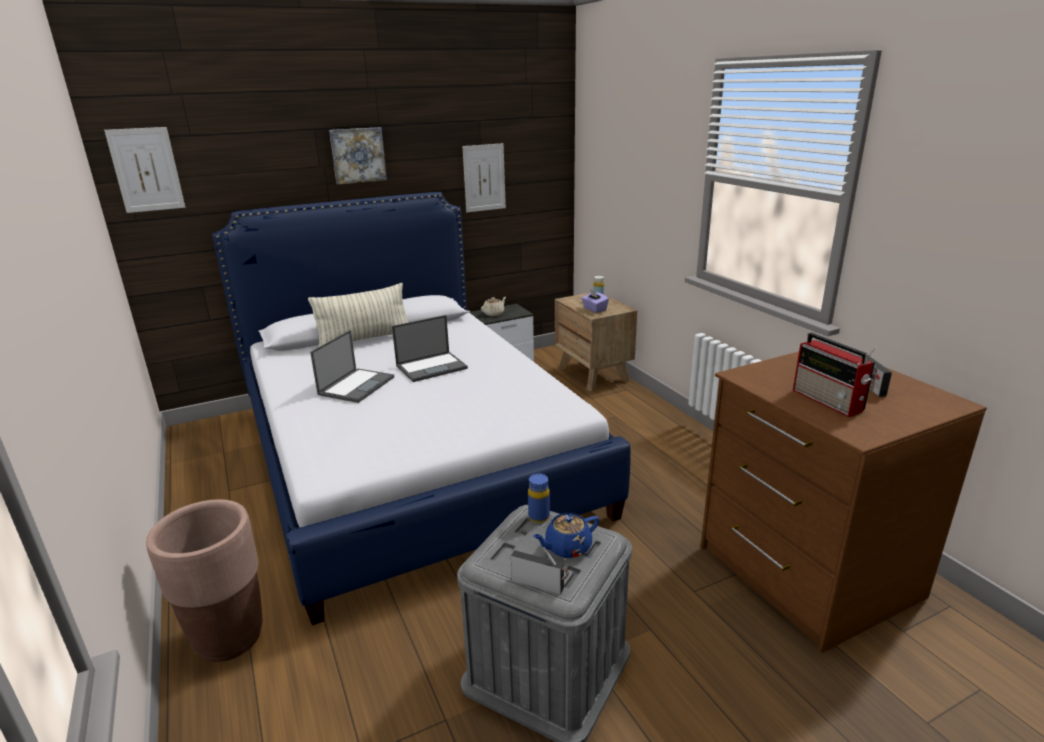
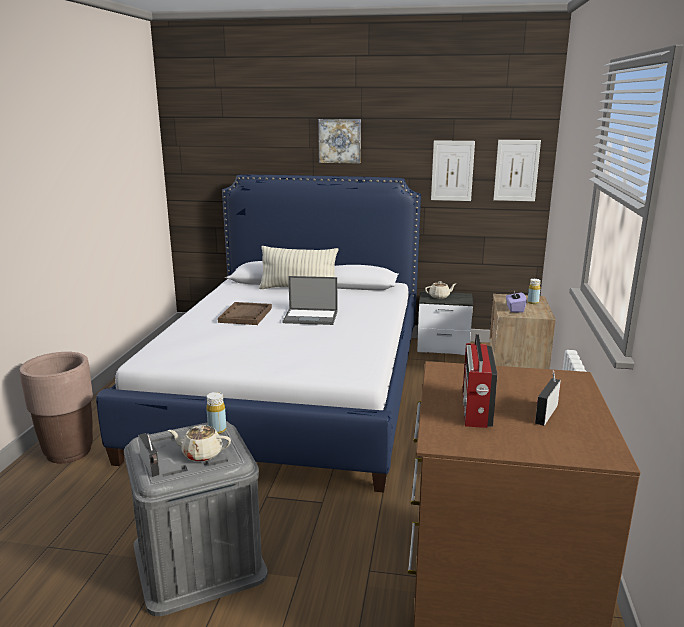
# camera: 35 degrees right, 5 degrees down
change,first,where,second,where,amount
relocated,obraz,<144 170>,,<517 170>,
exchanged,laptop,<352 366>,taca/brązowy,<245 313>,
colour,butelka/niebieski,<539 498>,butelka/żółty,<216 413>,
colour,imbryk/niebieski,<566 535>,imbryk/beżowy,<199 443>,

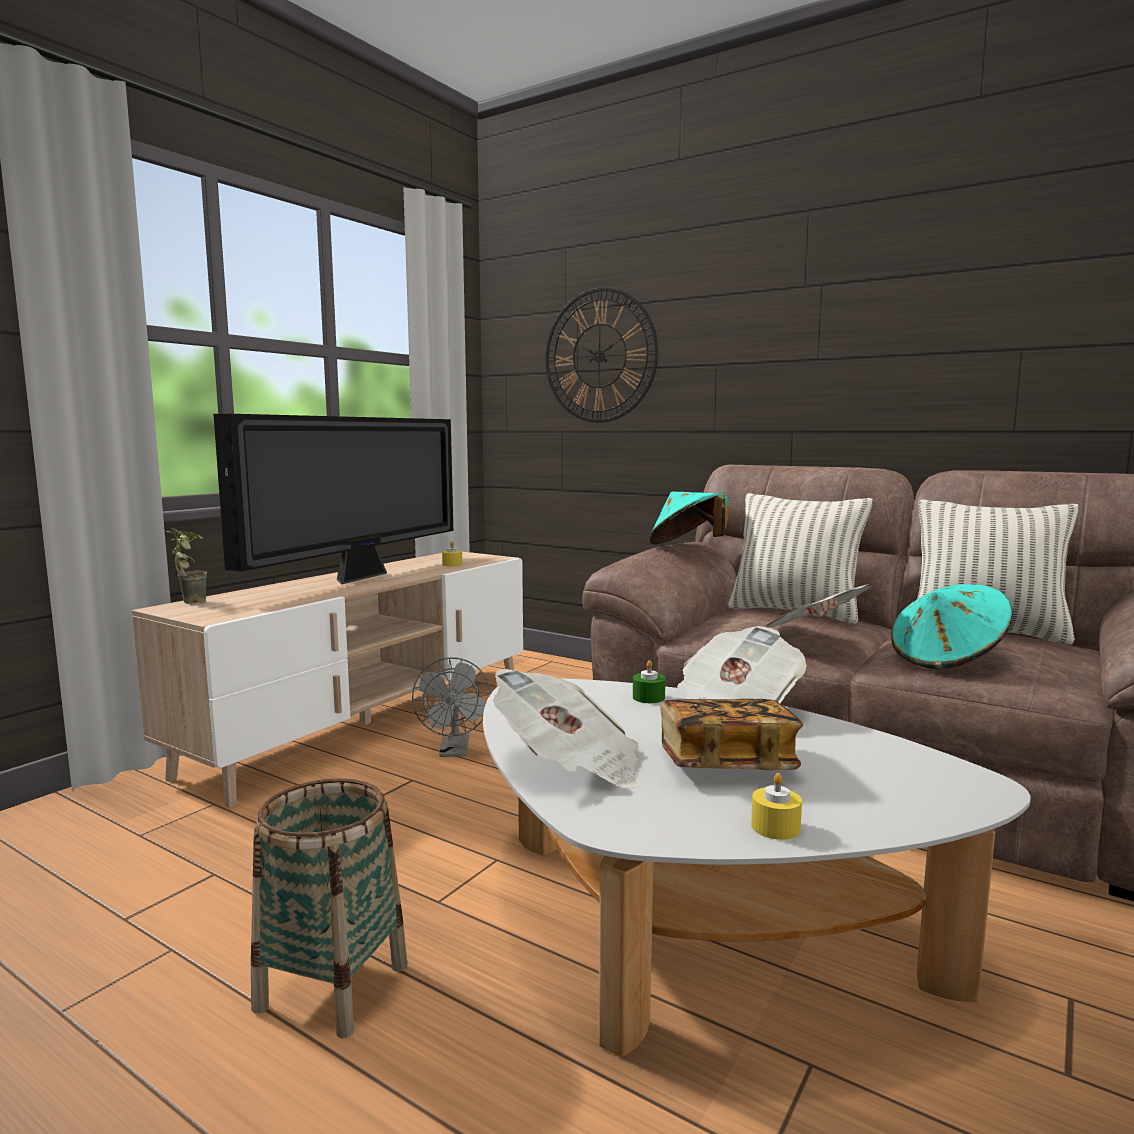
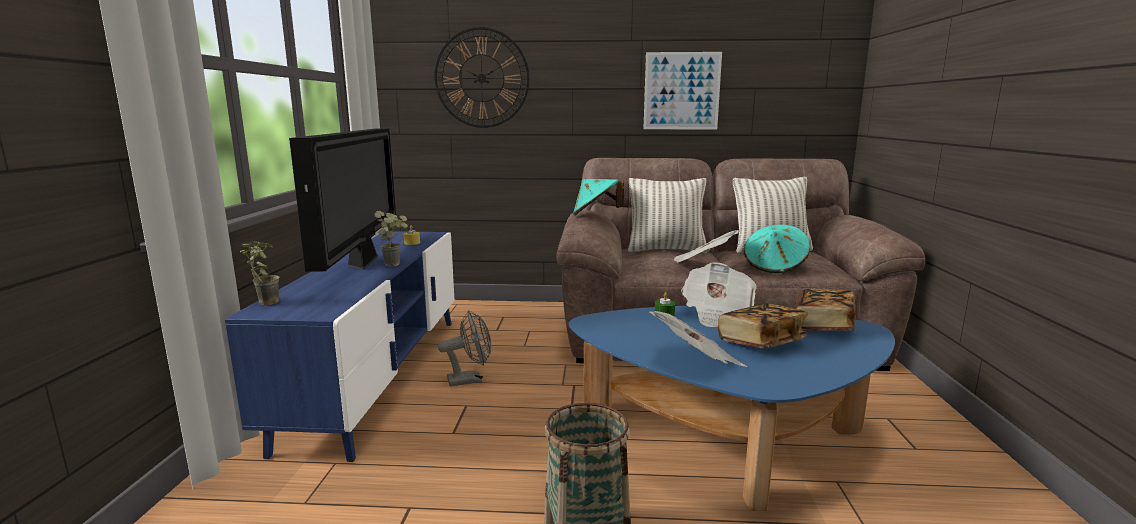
# camera: 30 degrees left, 5 degrees up
change,first,where,second,where,amount
colour,szafka pod telewizor/beżowy,<327 680>,szafka pod telewizor/niebieski,<339 346>,
spun,wentylator/szary,<451 707>,,<464 348>,75 degrees counterclockwise
colour,ława/biały,<757 867>,ława/niebieski,<732 408>,
missing,świeca/żółty,<776 806>,,,
appeared,,,obraz,<682 90>,
appeared,,,roślina doniczkowa,<391 239>,
appeared,,,książka,<825 310>,

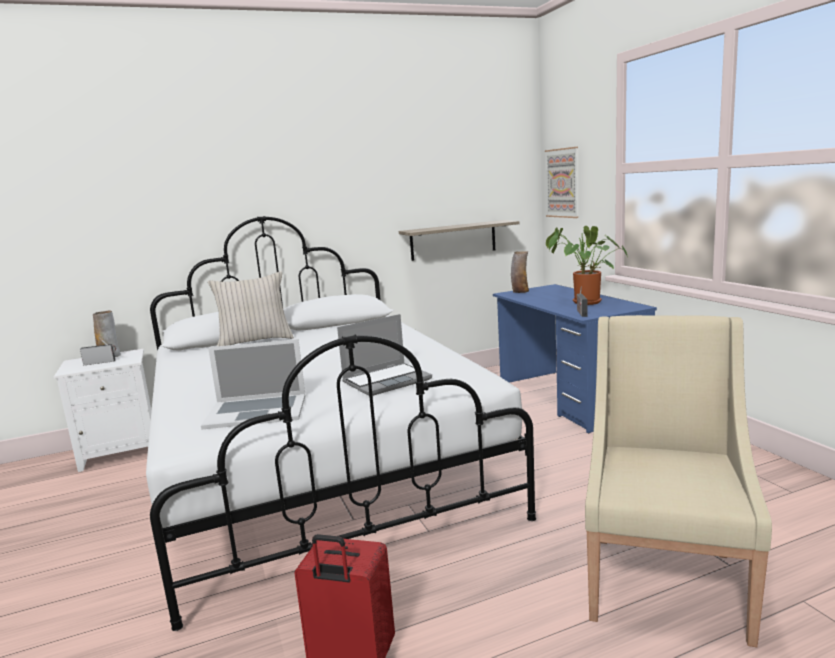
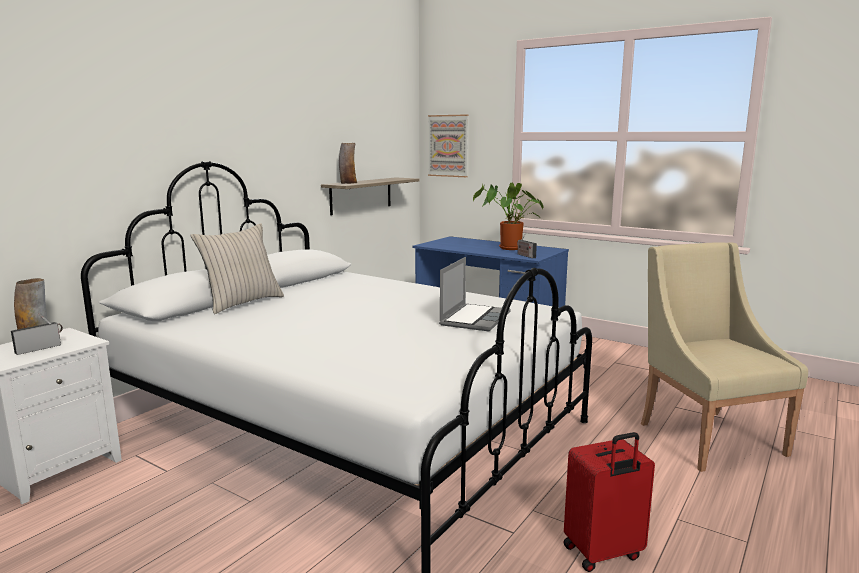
# camera: 35 degrees left, 0 degrees up
change,first,where,second,where,amount
relocated,wazon,<520 272>,,<348 163>,
missing,laptop,<253 384>,,,

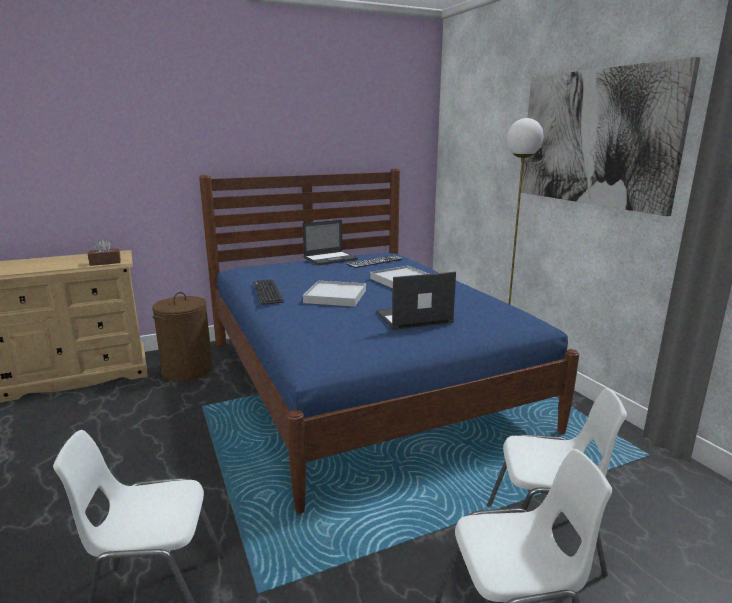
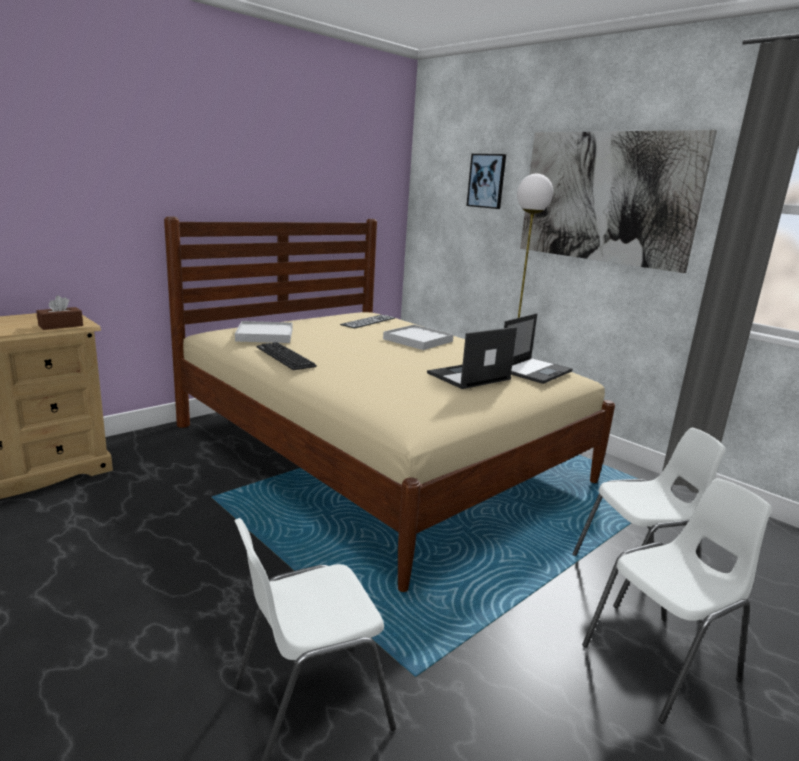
# camera: 20 degrees left, 0 degrees up
change,first,where,second,where,amount
colour,łóżko/niebieski,<389 341>,łóżko/beżowy,<389 404>,
relocated,laptop,<330 242>,,<538 348>,
relocated,taca/biały,<334 294>,,<264 332>,
missing,kosz na pranie/brązowy,<182 336>,,,
appeared,,,obraz,<486 181>,

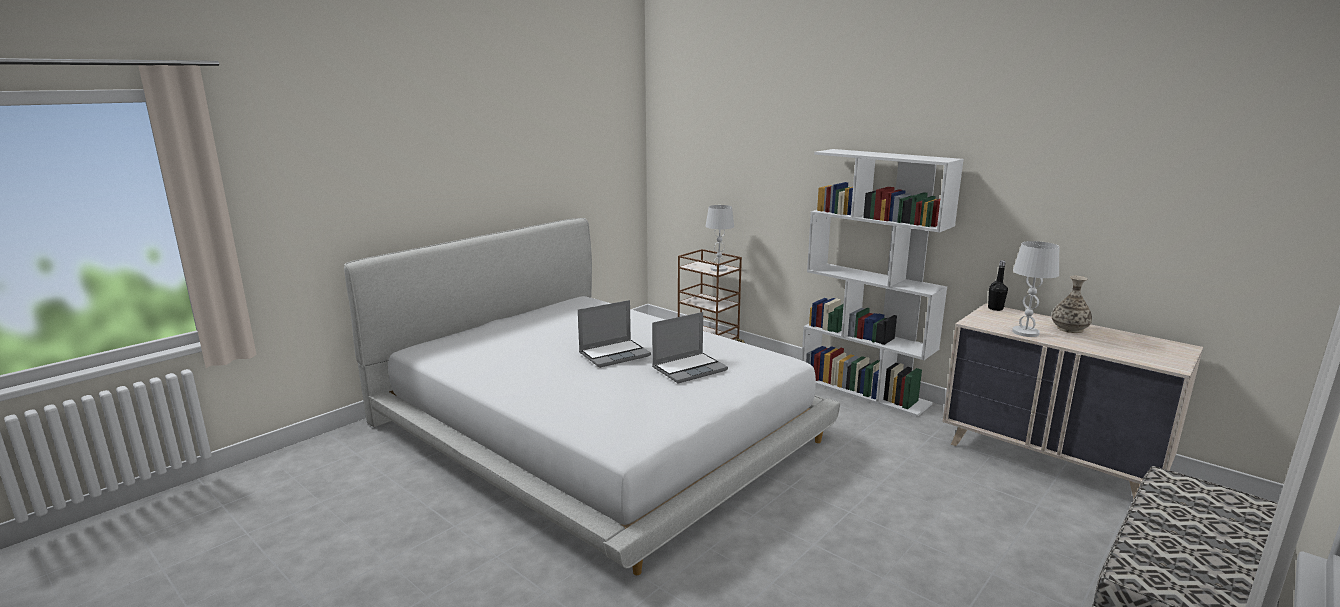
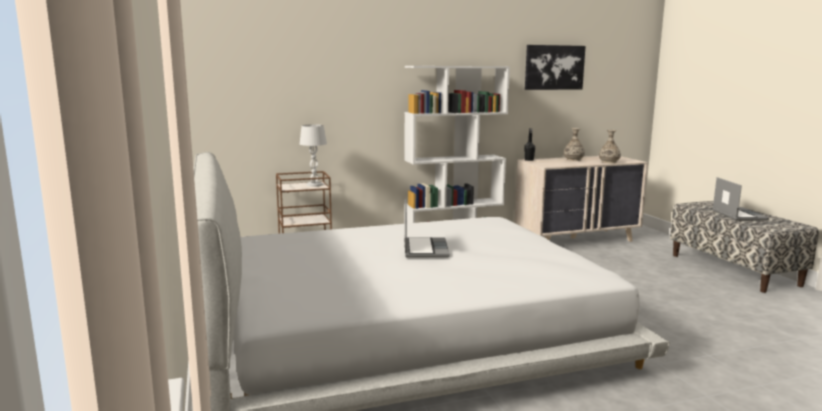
# camera: 60 degrees left, 5 degrees down
change,first,where,second,where,amount
missing,lampa stołowa/biały,<1035 289>,,,
relocated,laptop,<690 347>,,<740 198>,
appeared,,,obraz,<555 67>,
appeared,,,wazon,<610 146>,

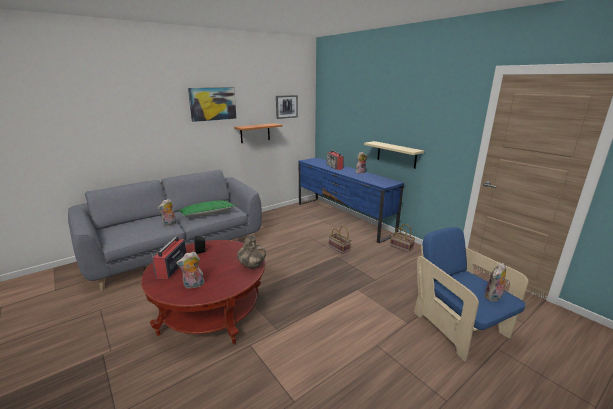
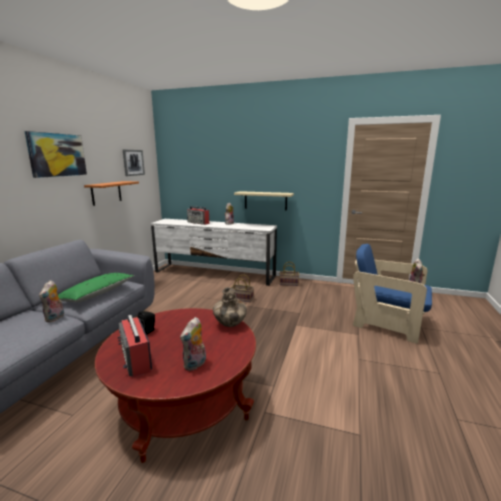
# camera: 35 degrees left, 5 degrees down
change,first,where,second,where,amount
colour,szafka pod telewizor/niebieski,<351 201>,szafka pod telewizor/biały,<214 252>,

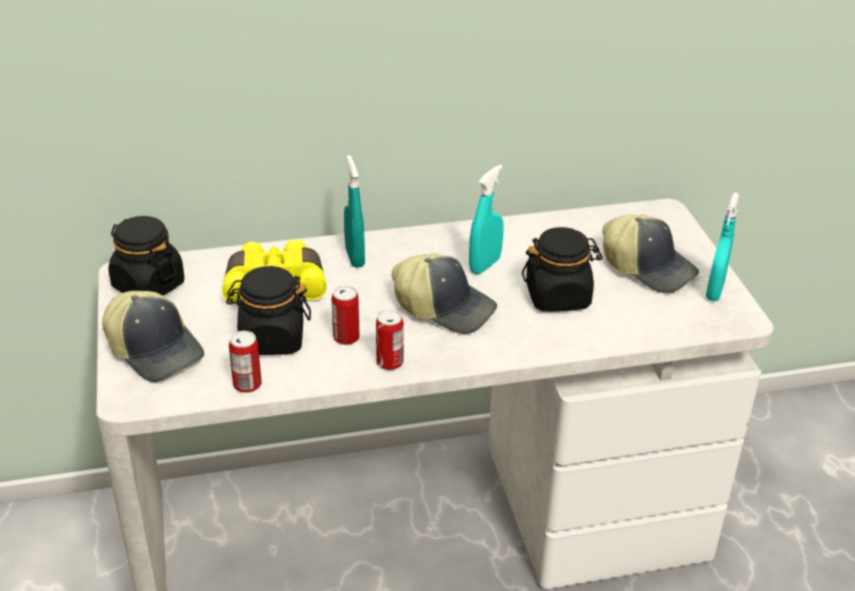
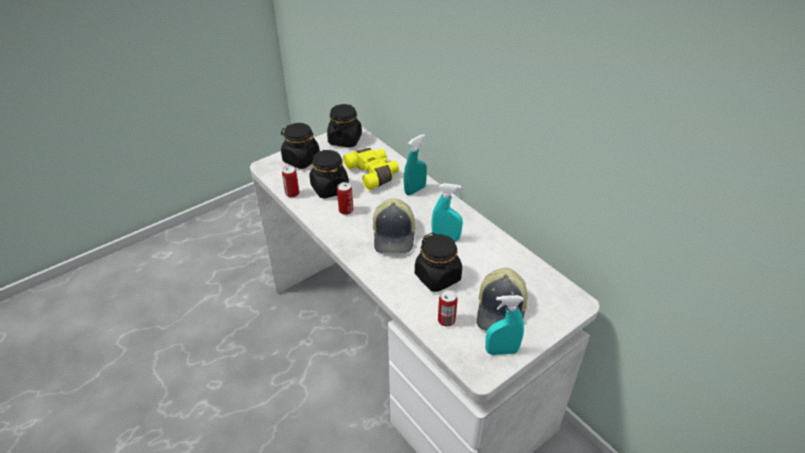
# camera: 65 degrees right, 5 degrees up
change,first,where,second,where,amount
exchanged,czapka z daszkiem,<153 336>,słoik/czarny,<300 146>,
relocated,puszka,<390 339>,,<448 307>,

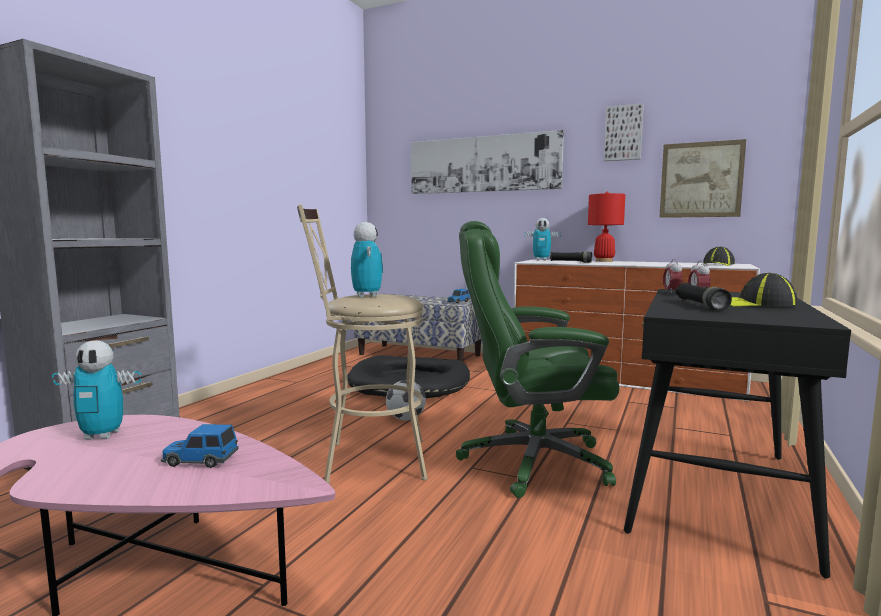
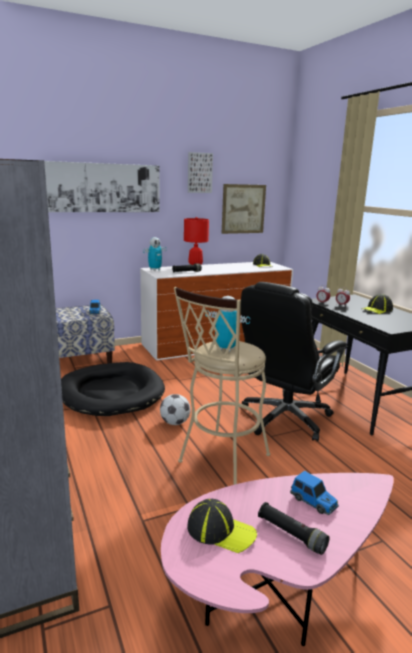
# camera: 50 degrees left, 10 degrees up
change,first,where,second,where,amount
colour,krzesło biurowe/zielony,<537 359>,krzesło biurowe/czarny,<293 362>,
relocated,latarka/czarny,<703 296>,,<294 528>,
exchanged,robot zabawkowy,<96 390>,czapka z daszkiem,<222 526>,
spun,samochodzik,<200 446>,,<314 493>,90 degrees counterclockwise

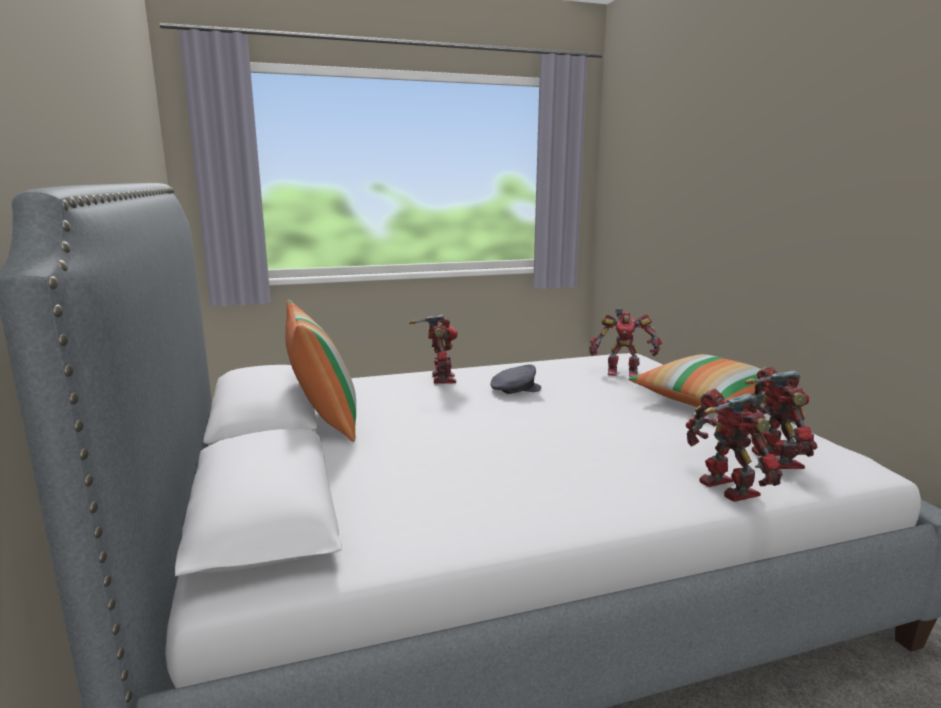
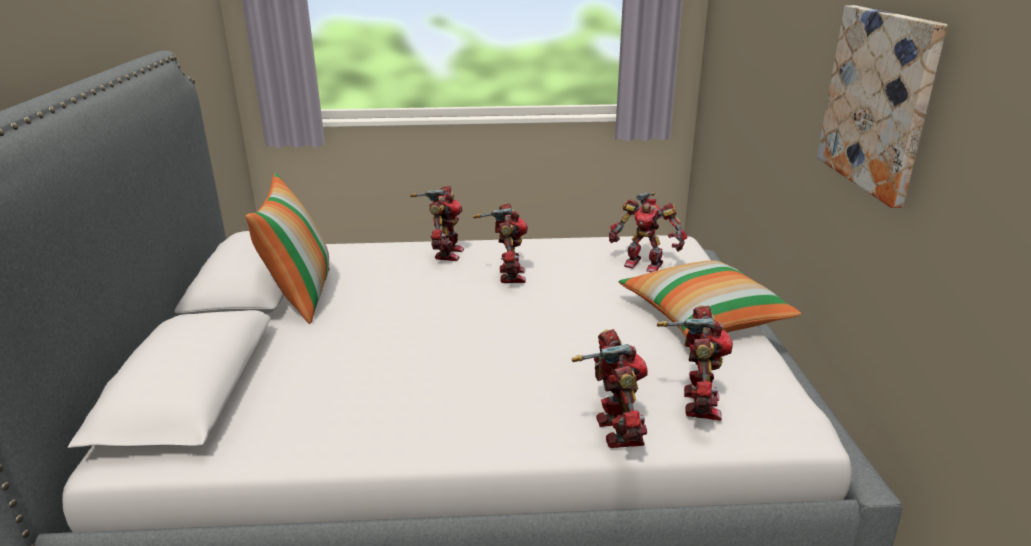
# camera: 15 degrees right, 10 degrees up
change,first,where,second,where,amount
exchanged,czapka z daszkiem/szary,<515 379>,robot zabawkowy,<500 243>,
appeared,,,obraz,<882 106>,

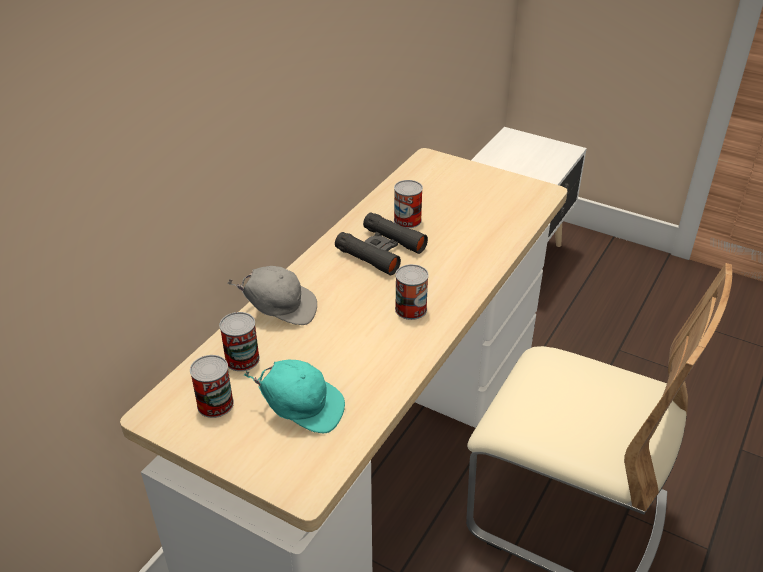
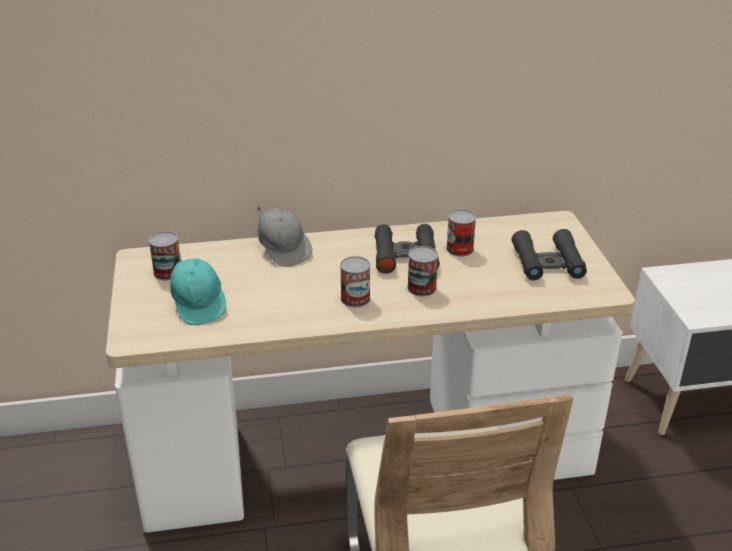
# camera: 50 degrees right, 5 degrees down
change,first,where,second,where,amount
relocated,puszka,<239 341>,,<422 271>,
appeared,,,lornetka/czarny,<549 254>,

